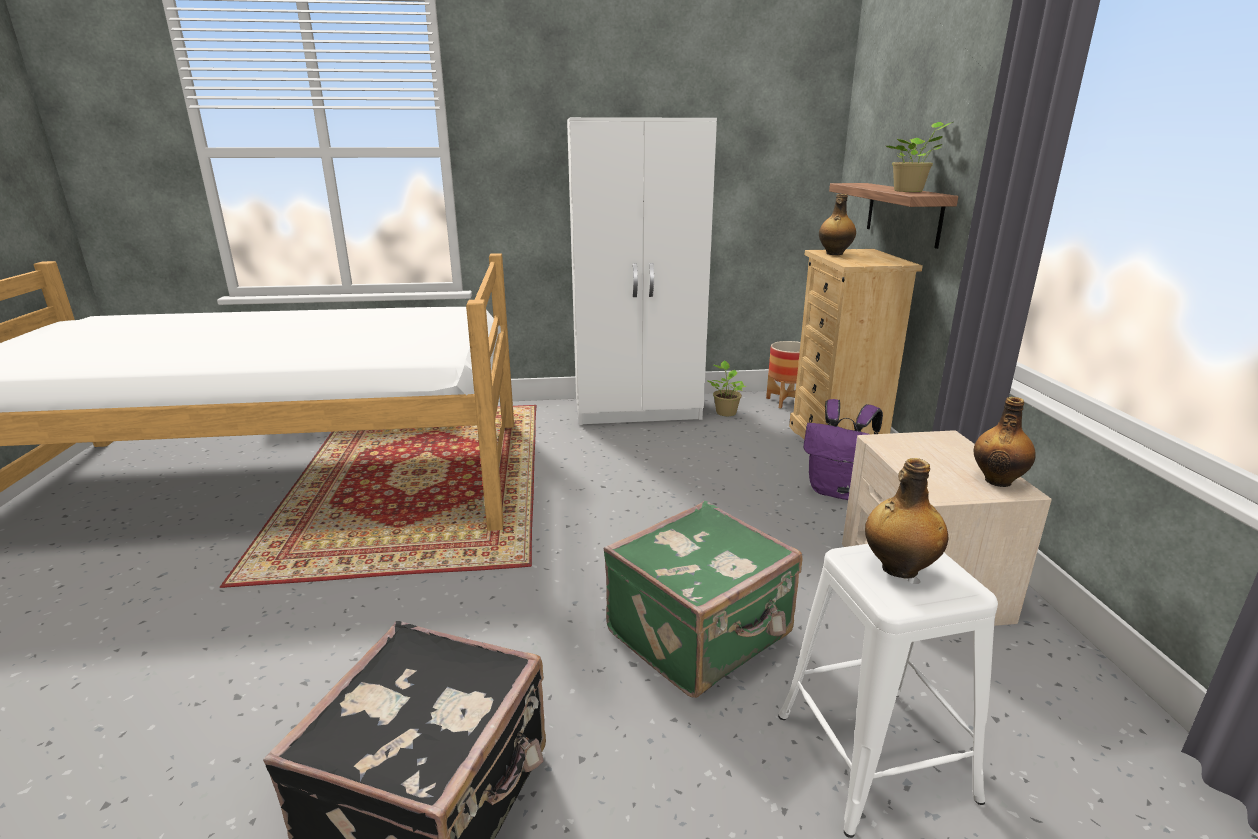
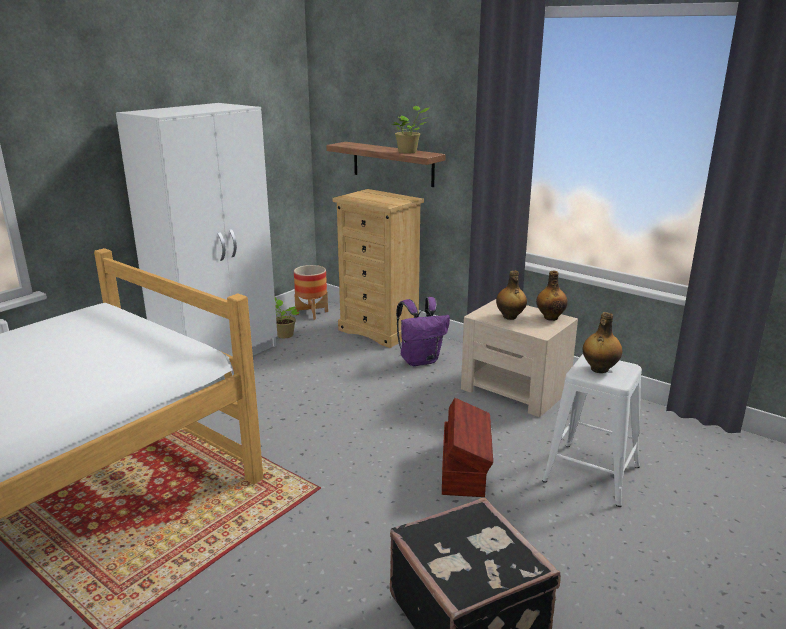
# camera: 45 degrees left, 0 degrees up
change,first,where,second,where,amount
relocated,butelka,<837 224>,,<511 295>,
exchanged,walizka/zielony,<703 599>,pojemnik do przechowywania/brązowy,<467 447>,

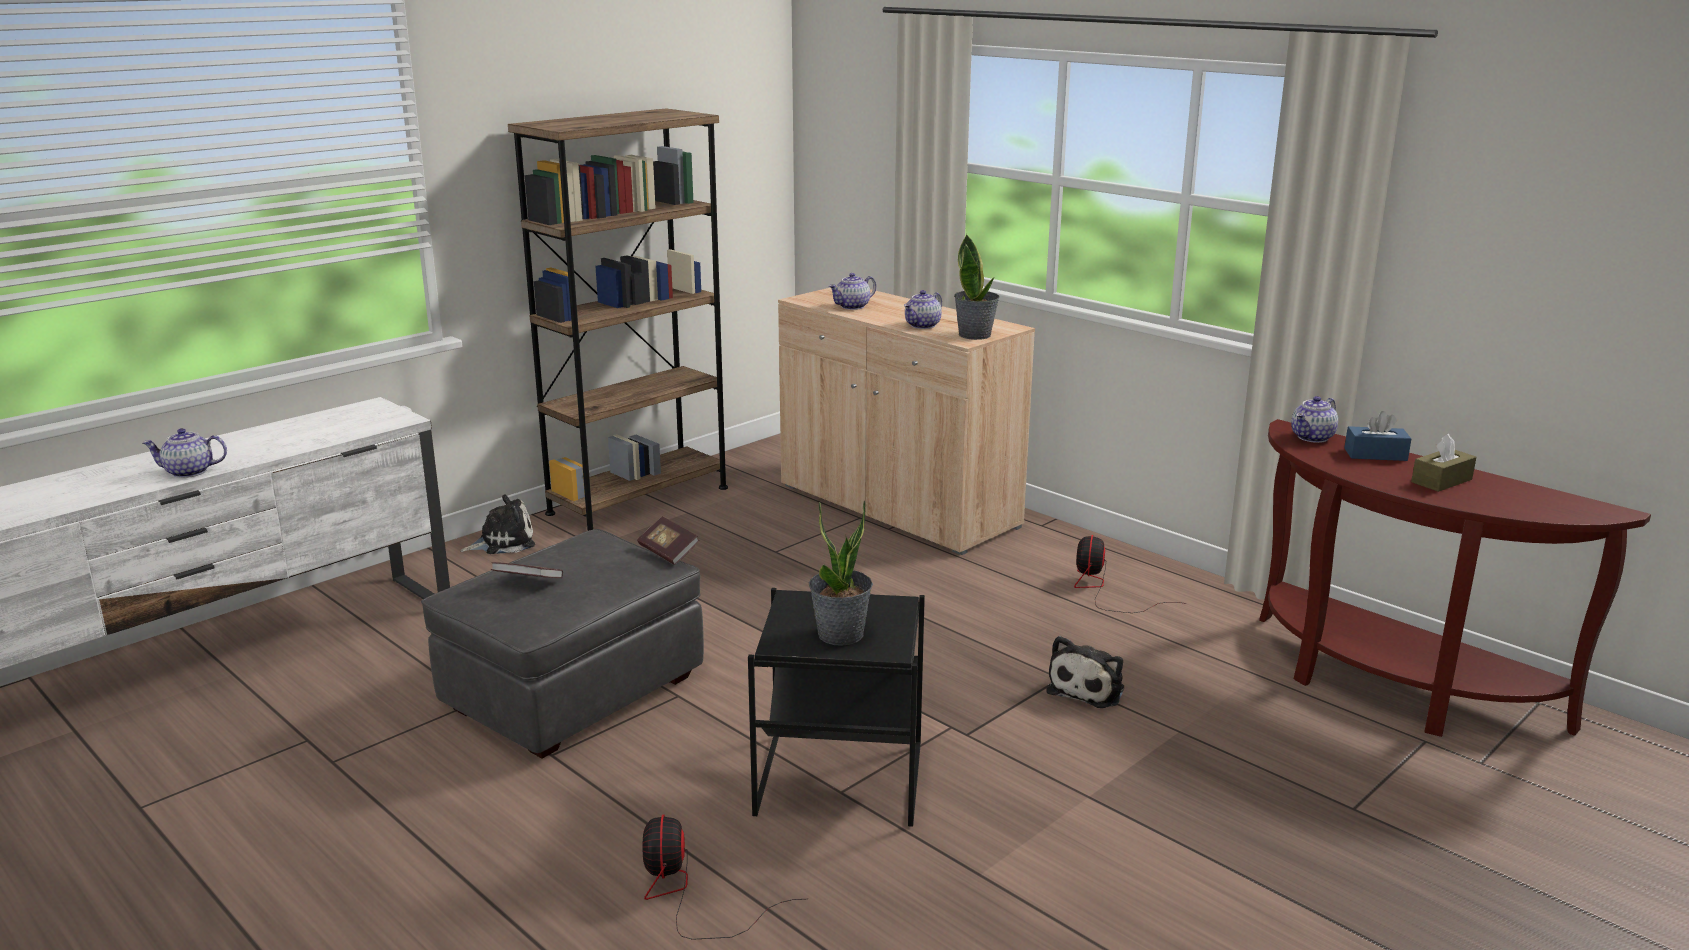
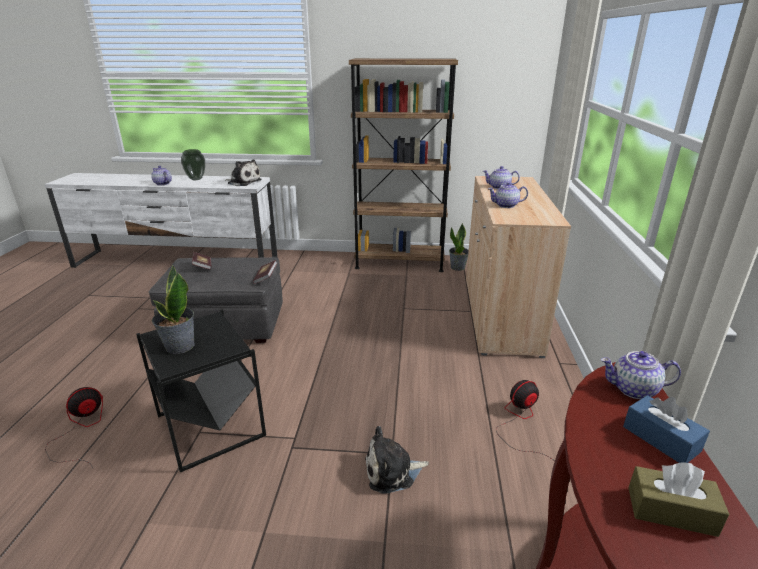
# camera: 50 degrees right, 5 degrees up
change,first,where,second,where,amount
relocated,roślina doniczkowa,<977 287>,,<459 247>,
relocated,pluszak,<498 524>,,<243 172>,
appeared,,,wazon,<193 164>,

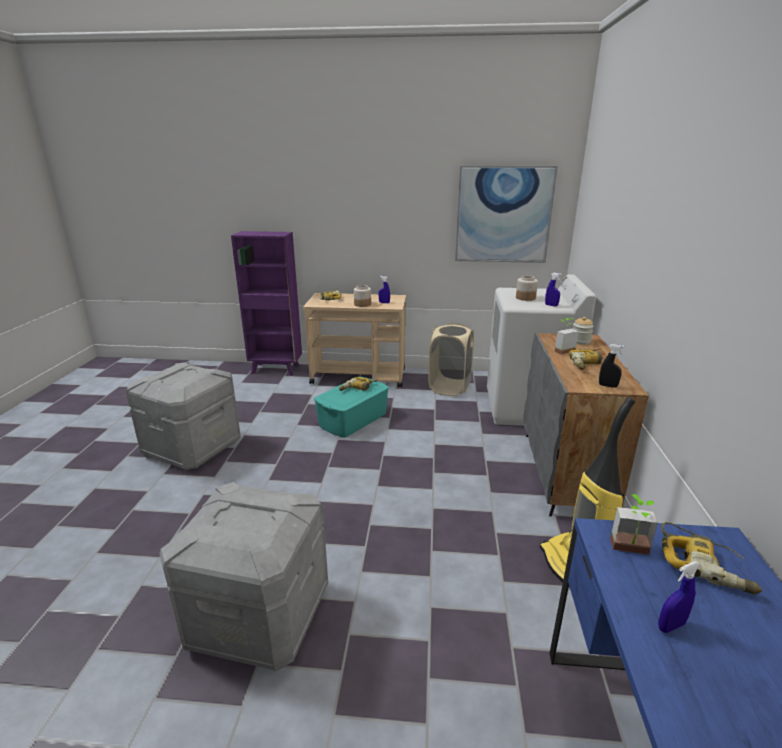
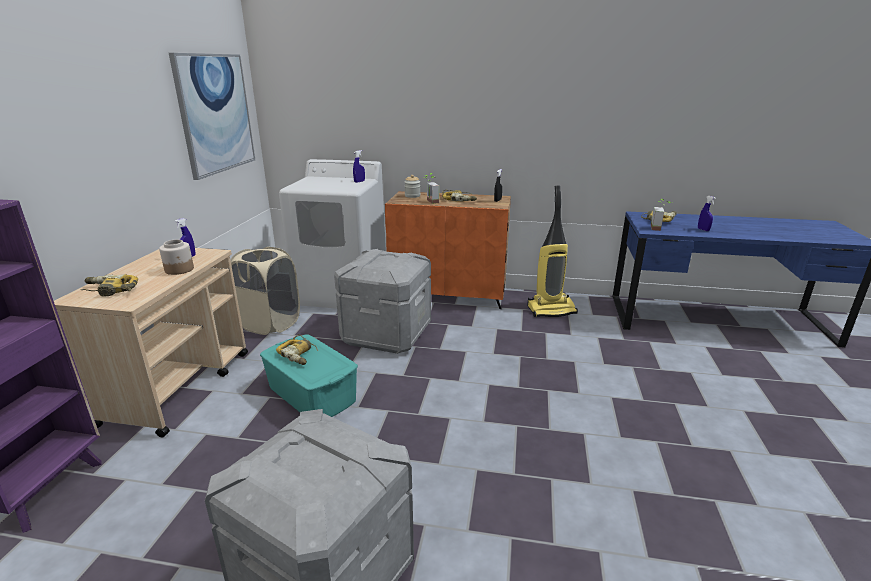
# camera: 85 degrees left, 0 degrees up
change,first,where,second,where,amount
missing,słoik,<527 288>,,,
colour,szafka/szary,<586 425>,szafka/pomarańczowy,<448 250>,
relocated,pojemnik do przechowywania/szary,<243 577>,,<382 301>,

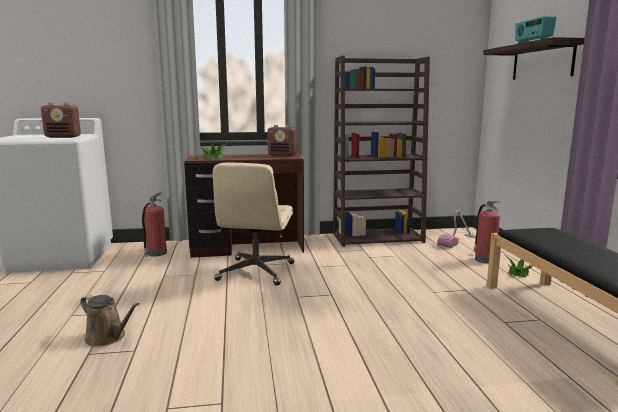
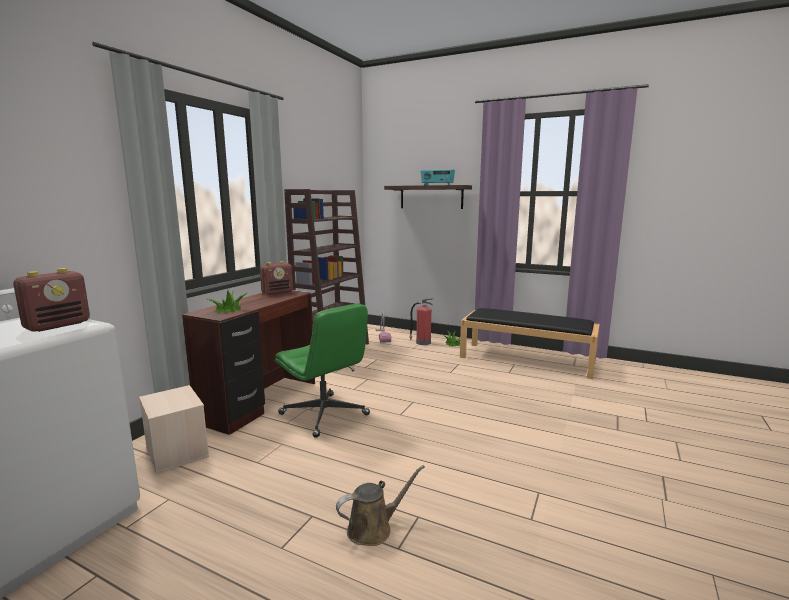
# camera: 55 degrees left, 0 degrees up
change,first,where,second,where,amount
colour,krzesło biurowe/beżowy,<253 223>,krzesło biurowe/zielony,<322 370>,
exchanged,gaśnica,<154 224>,pojemnik do przechowywania/beżowy,<174 429>,

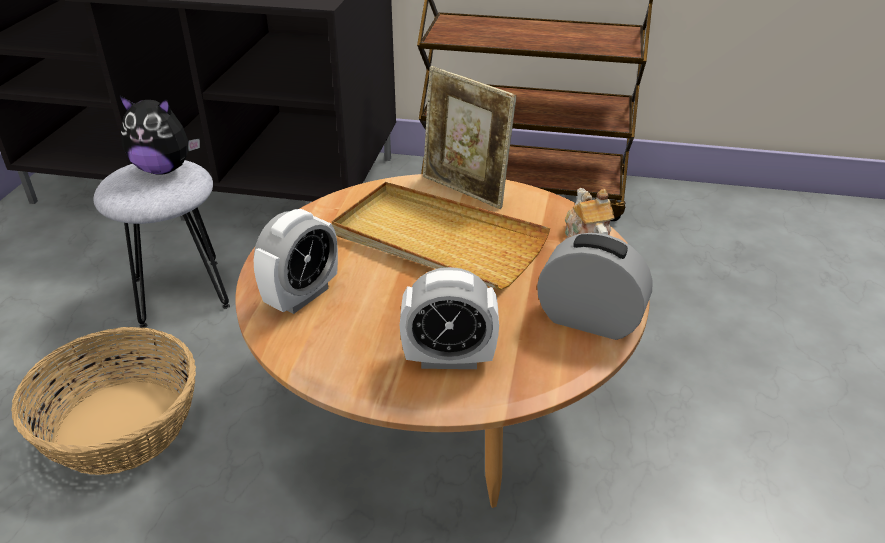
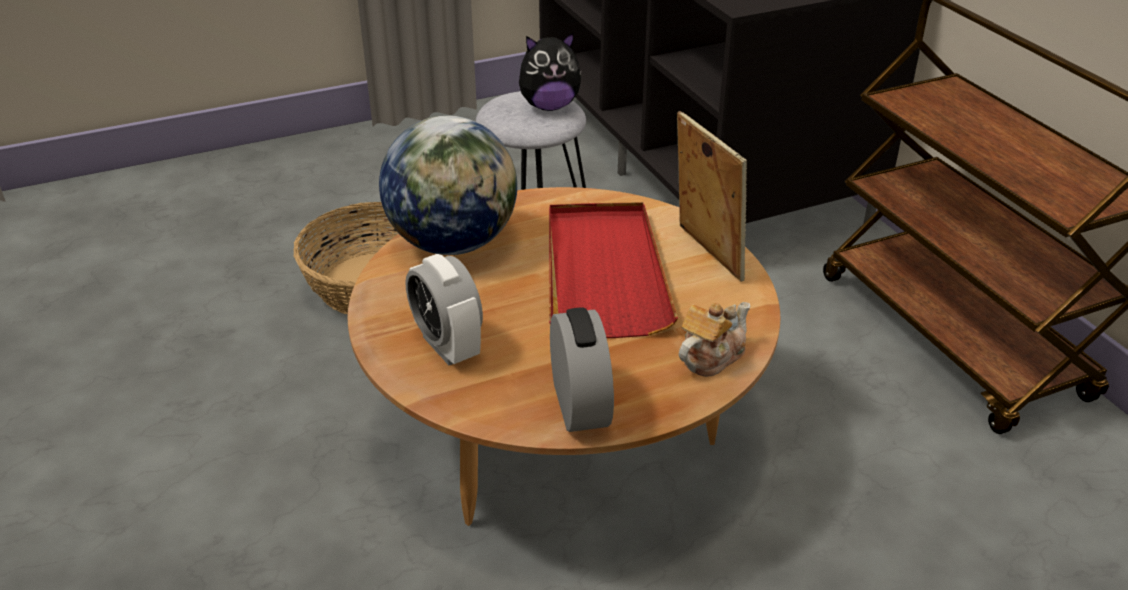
# camera: 55 degrees right, 0 degrees up
change,first,where,second,where,amount
spun,ramka na zdjęcie,<469 137>,,<712 196>,150 degrees clockwise
spun,pluszak,<159 135>,,<550 71>,75 degrees counterclockwise
colour,taca/beżowy,<441 236>,taca/czerwony,<613 270>,
exchanged,budzik,<296 261>,globus,<448 185>,

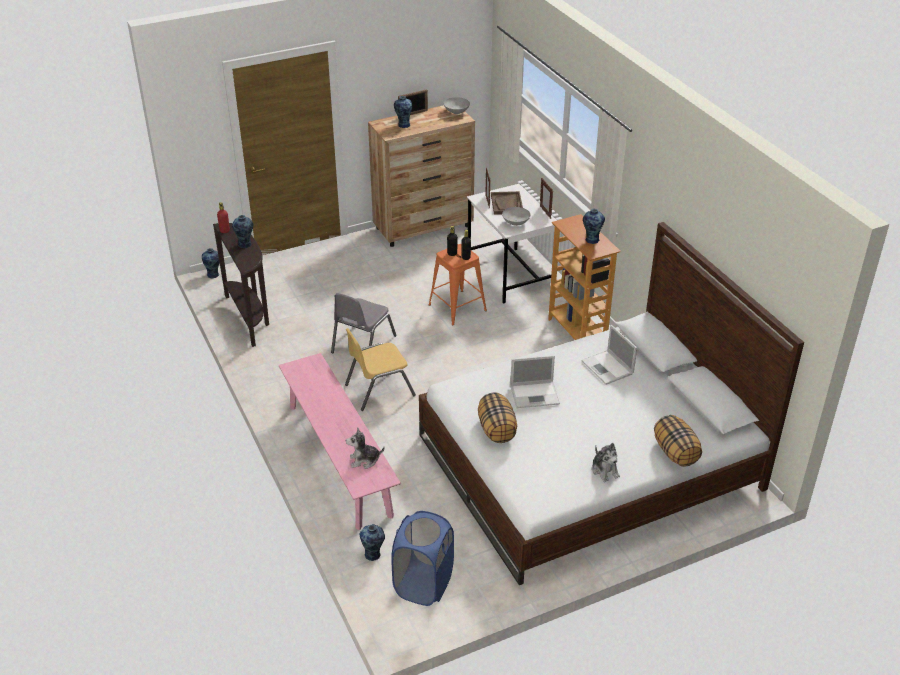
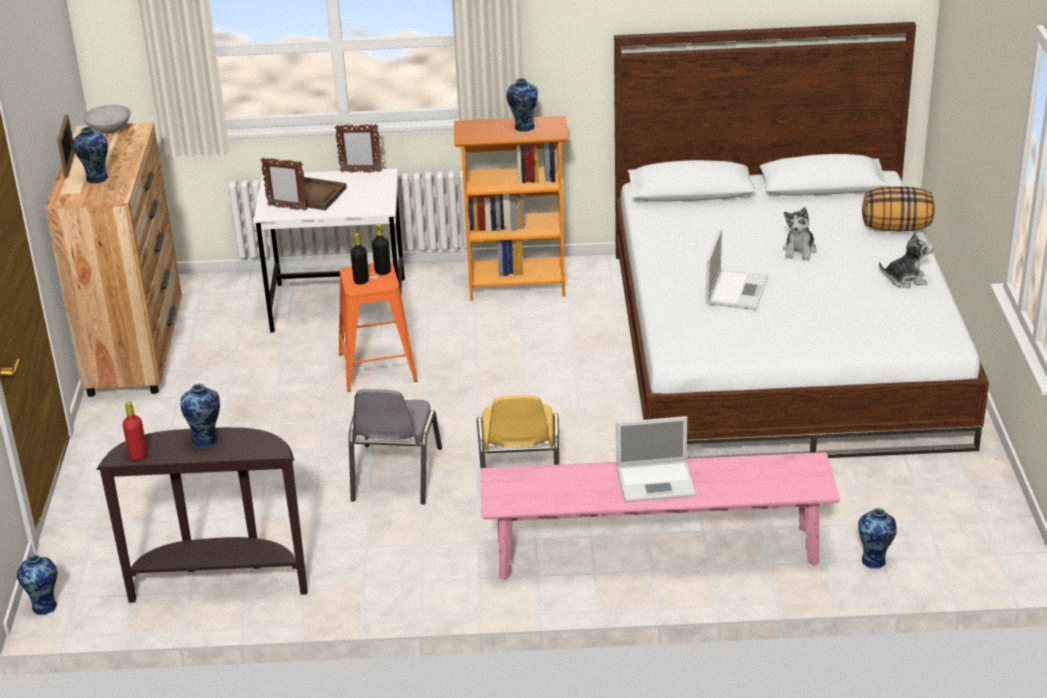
# camera: 65 degrees left, 5 degrees down
change,first,where,second,where,amount
missing,miska/szary,<516 216>,,,
spun,krzesło/szary,<364 323>,,<395 446>,45 degrees clockwise
relocated,laptop,<609 355>,,<656 459>,
missing,poduszka,<497 418>,,,
relocated,pluszak,<365 448>,,<799 234>,
missing,kosz na pranie/niebieski,<422 558>,,,

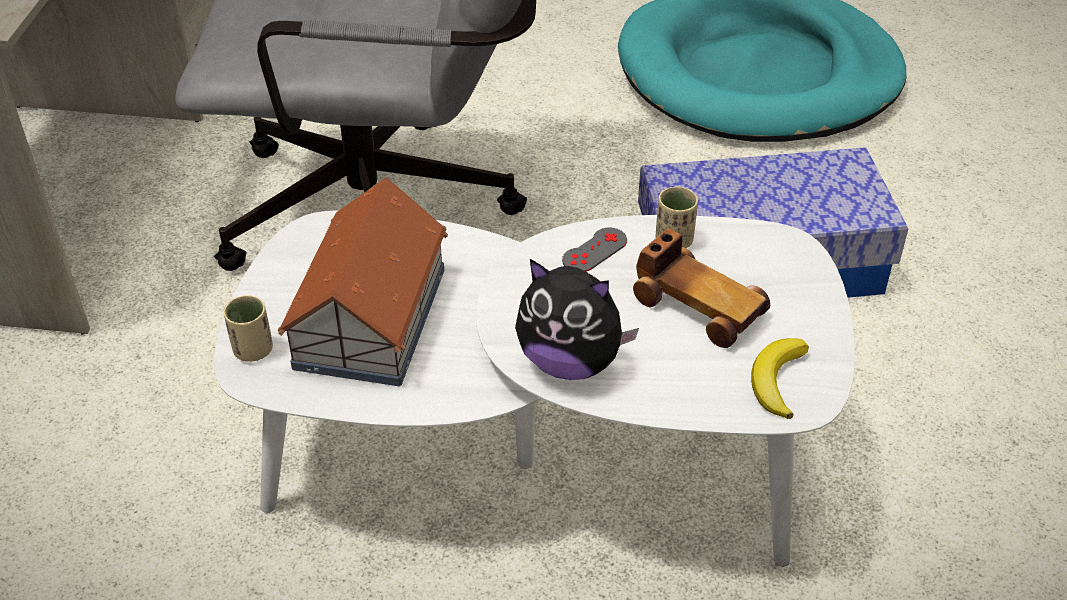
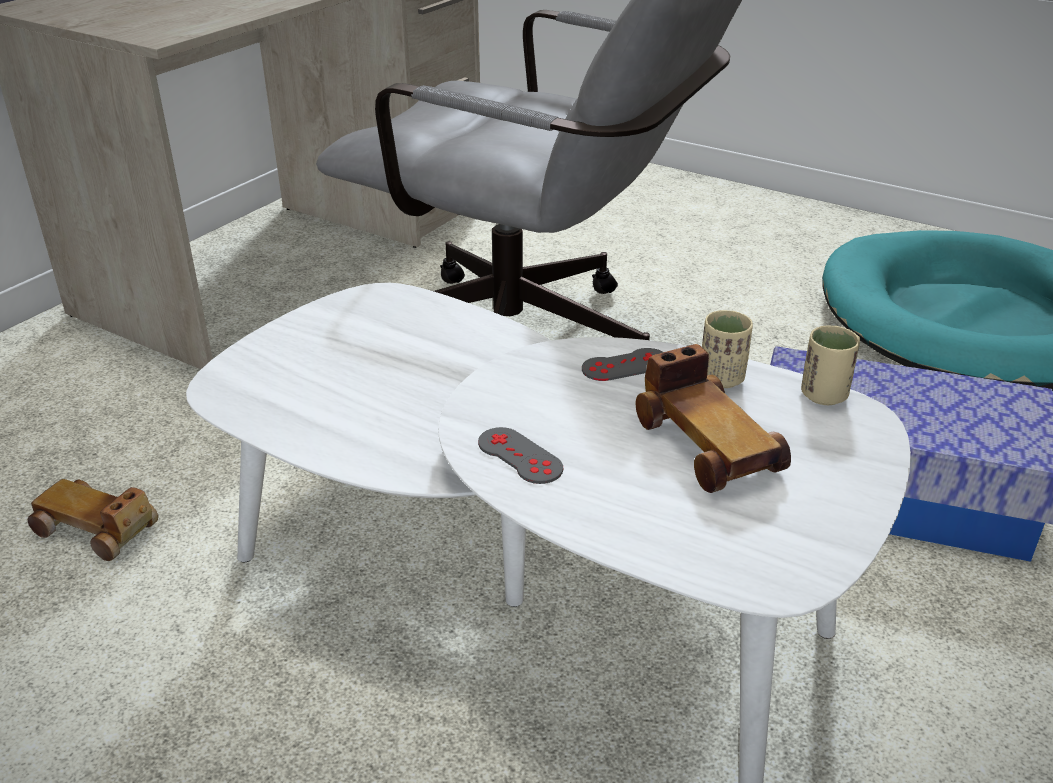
# camera: 25 degrees right, 10 degrees down
change,first,where,second,where,amount
missing,domek,<363 281>,,,
exchanged,pluszak,<577 319>,pad do gier/szary,<520 455>,
relocated,filiżanka/beżowy,<248 328>,,<830 365>,
missing,banan,<780 378>,,,
appeared,,,samochodzik,<93 520>,

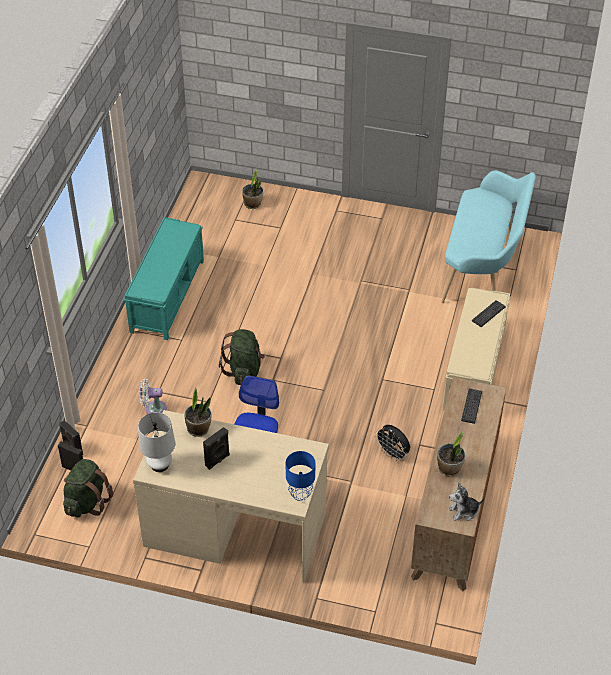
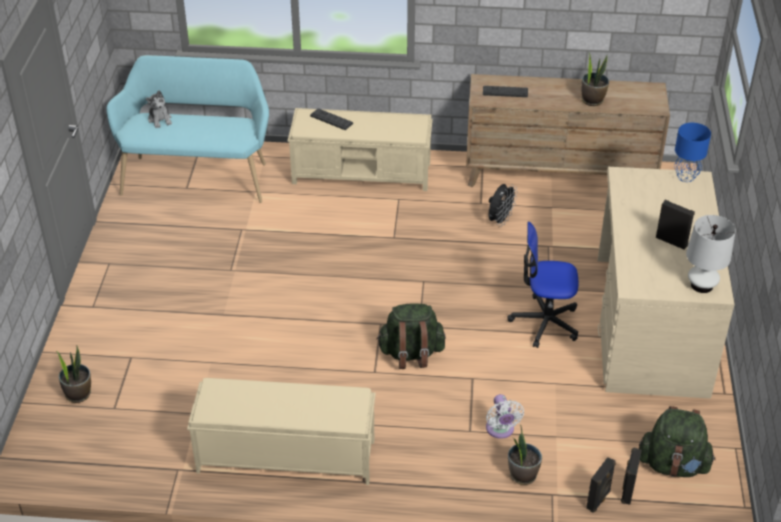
# camera: 100 degrees left, 5 degrees down
change,first,where,second,where,amount
colour,ławka/turkusowy,<164 278>,ławka/beżowy,<281 431>,
relocated,roślina doniczkowa,<198 412>,,<525 454>,
relocated,pluszak,<466 502>,,<159 109>,

